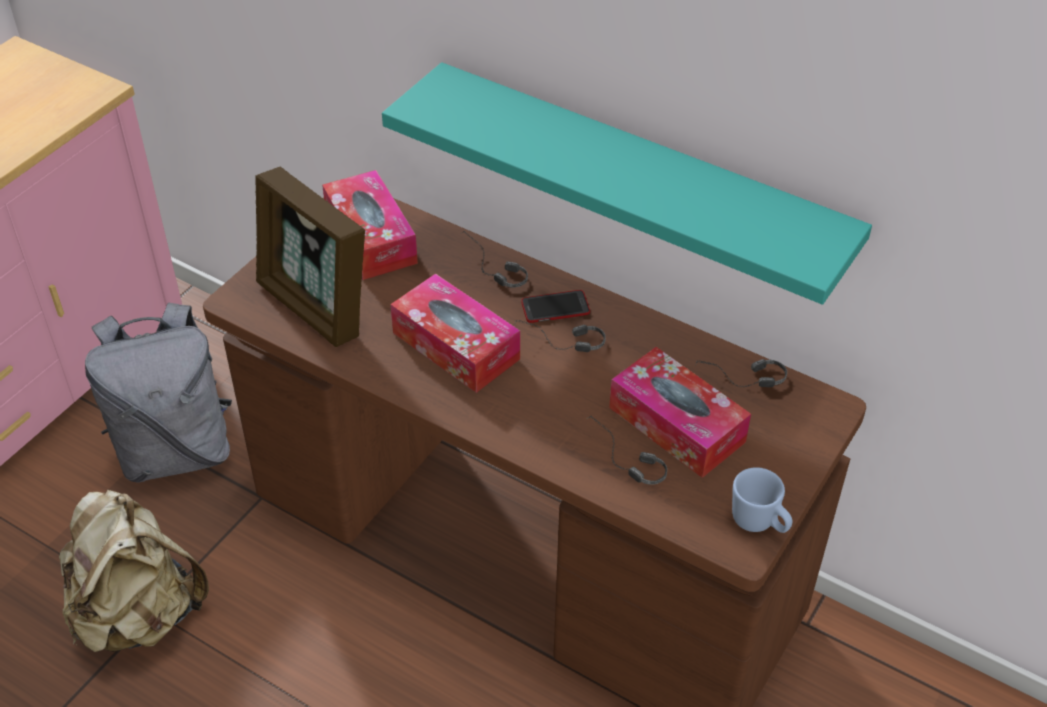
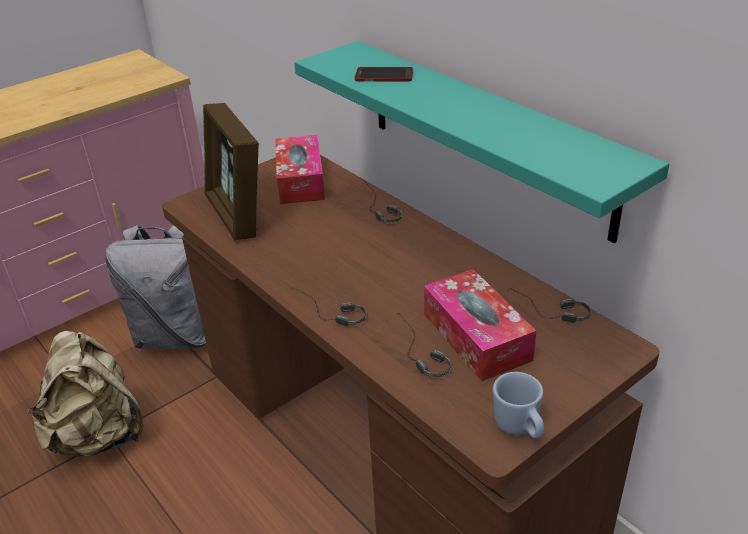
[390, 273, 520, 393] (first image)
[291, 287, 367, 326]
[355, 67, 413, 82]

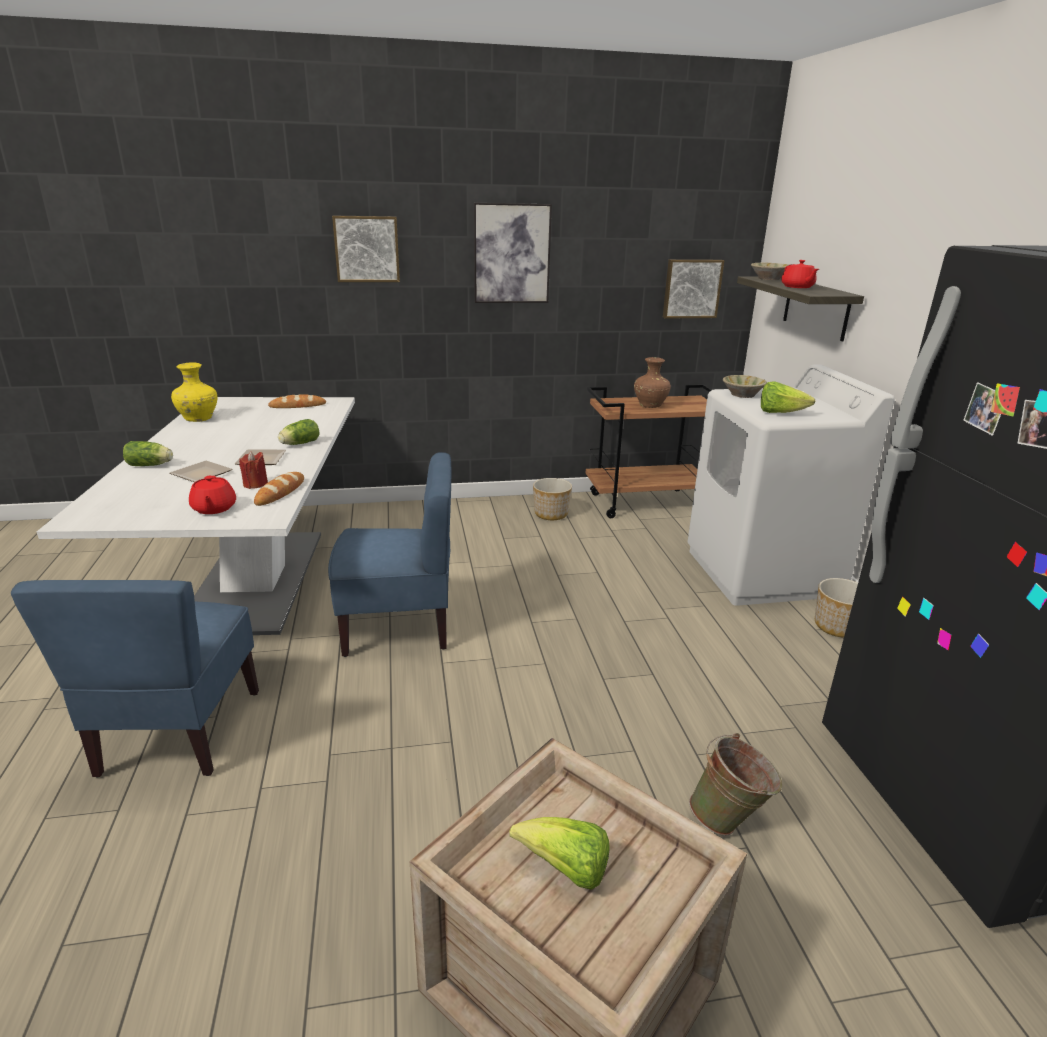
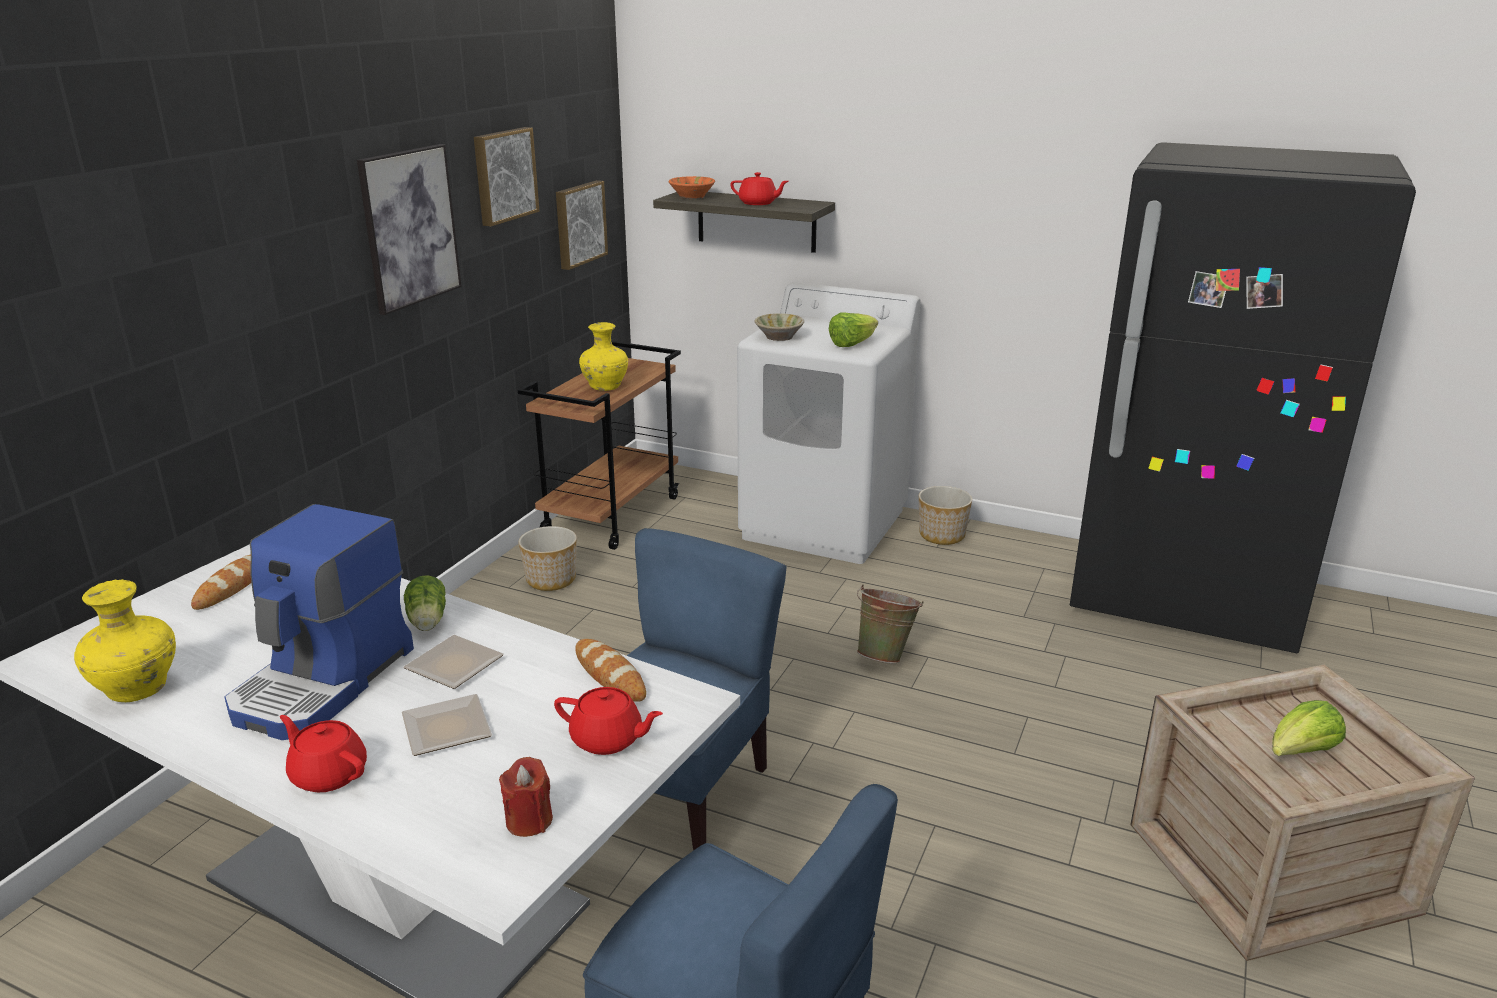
[225, 504, 414, 740]
[499, 757, 553, 837]
[474, 127, 539, 226]
[857, 585, 924, 663]
[280, 715, 367, 792]
[579, 322, 628, 391]
[668, 176, 715, 199]

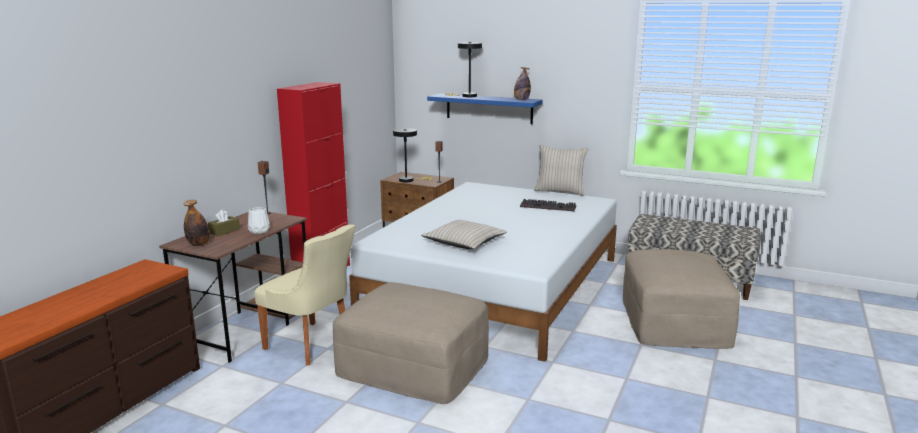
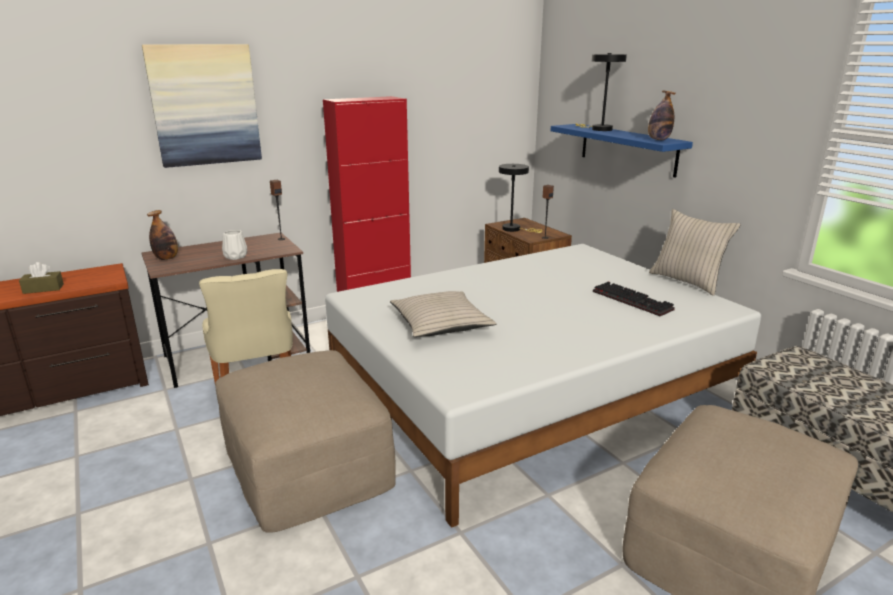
[142, 44, 262, 168]
[19, 262, 64, 294]

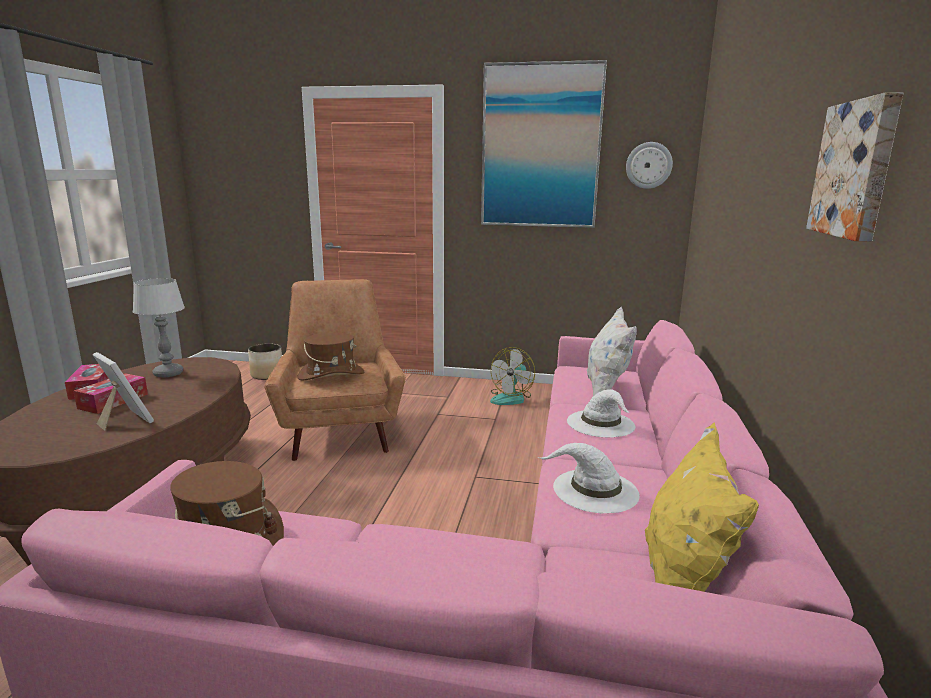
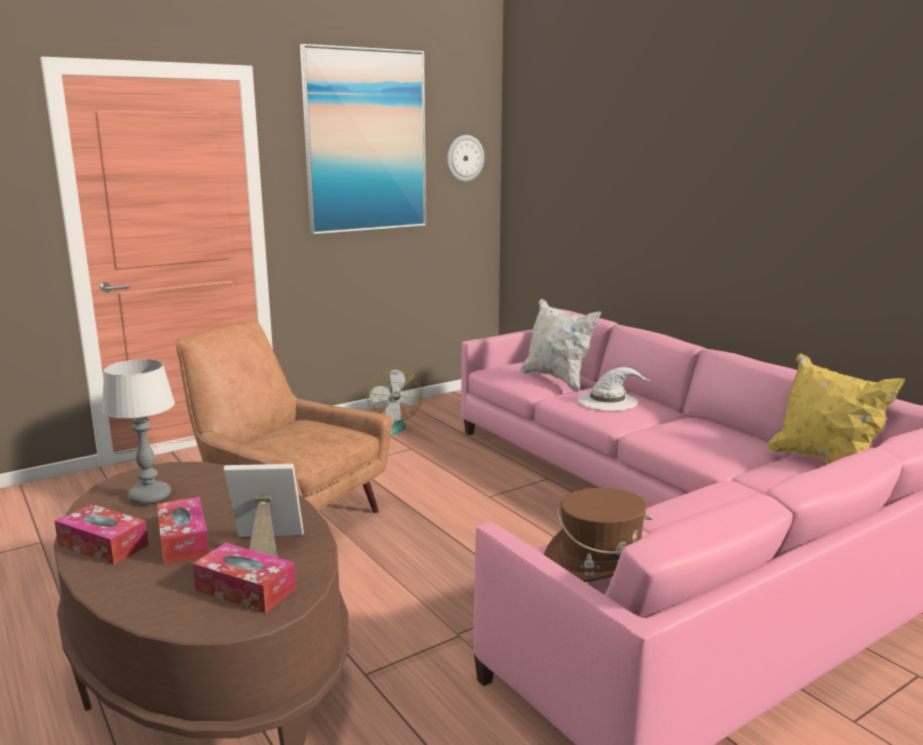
[248, 343, 282, 380] (first image)
[298, 333, 364, 381] (first image)
[538, 443, 640, 513] (first image)
[806, 92, 903, 242] (first image)
[193, 543, 296, 614]

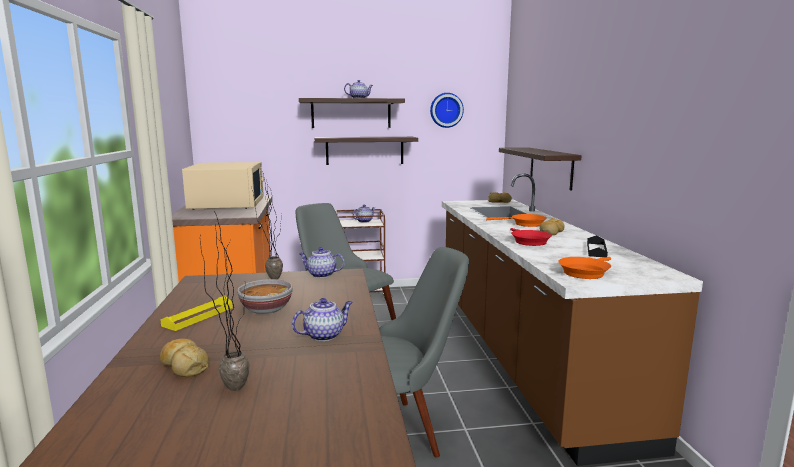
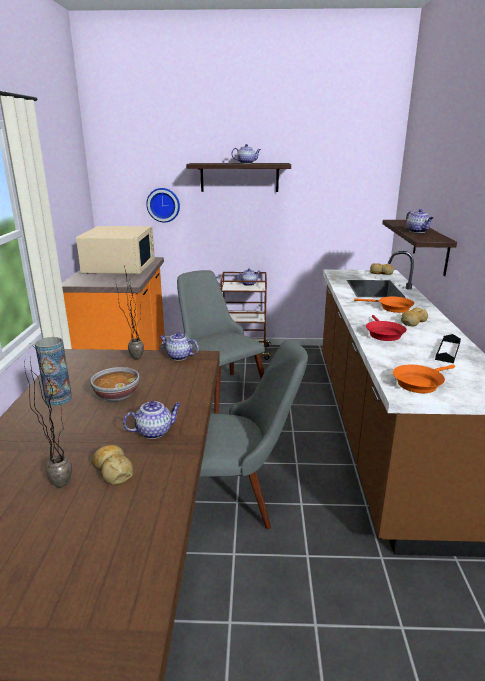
[315, 137, 418, 165] (first image)
[406, 209, 434, 233]
[92, 445, 133, 485]
[146, 188, 180, 223]
[35, 337, 72, 406]

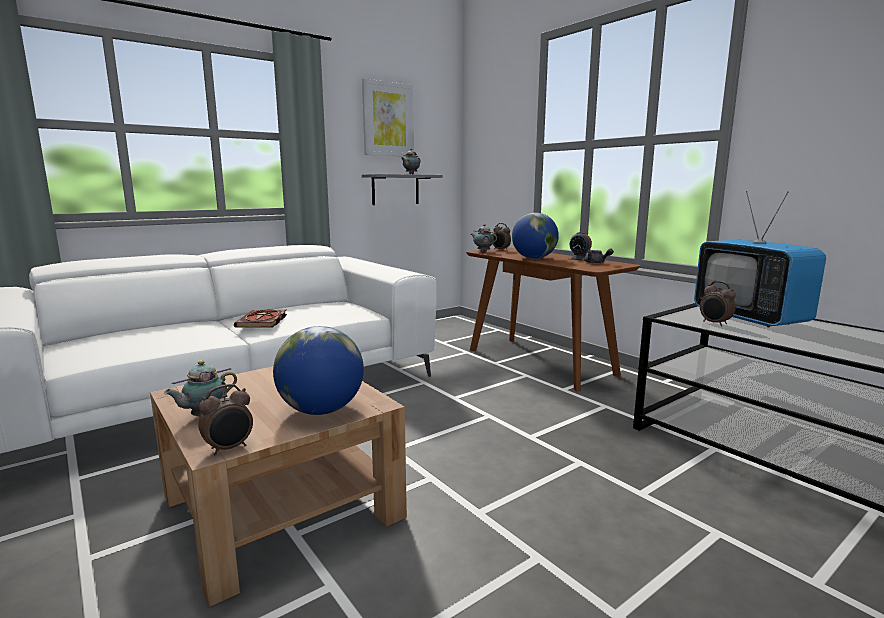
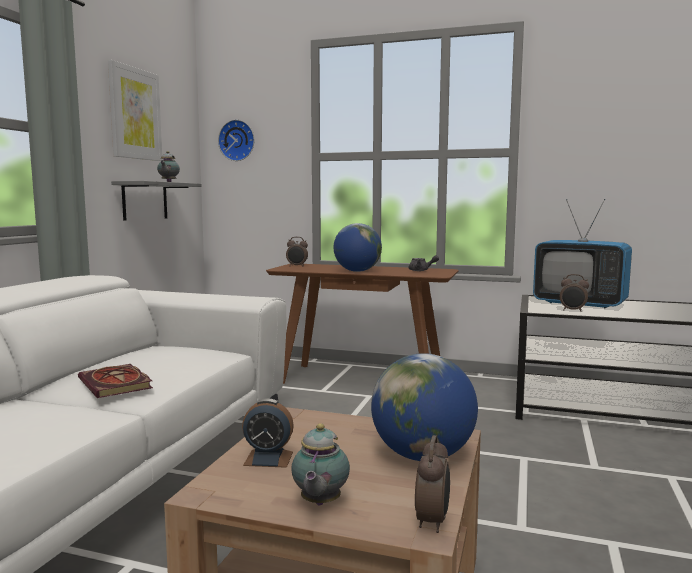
[471, 224, 497, 252] (first image)
[218, 120, 254, 161]
[242, 398, 294, 468]

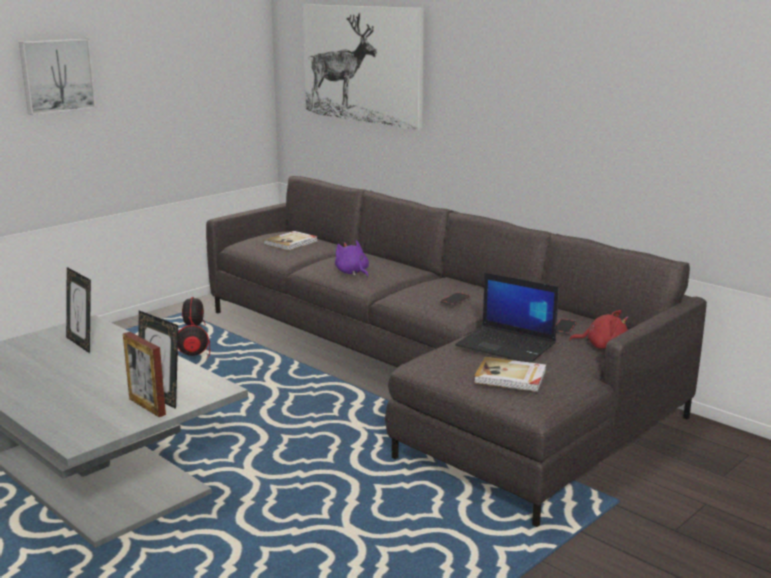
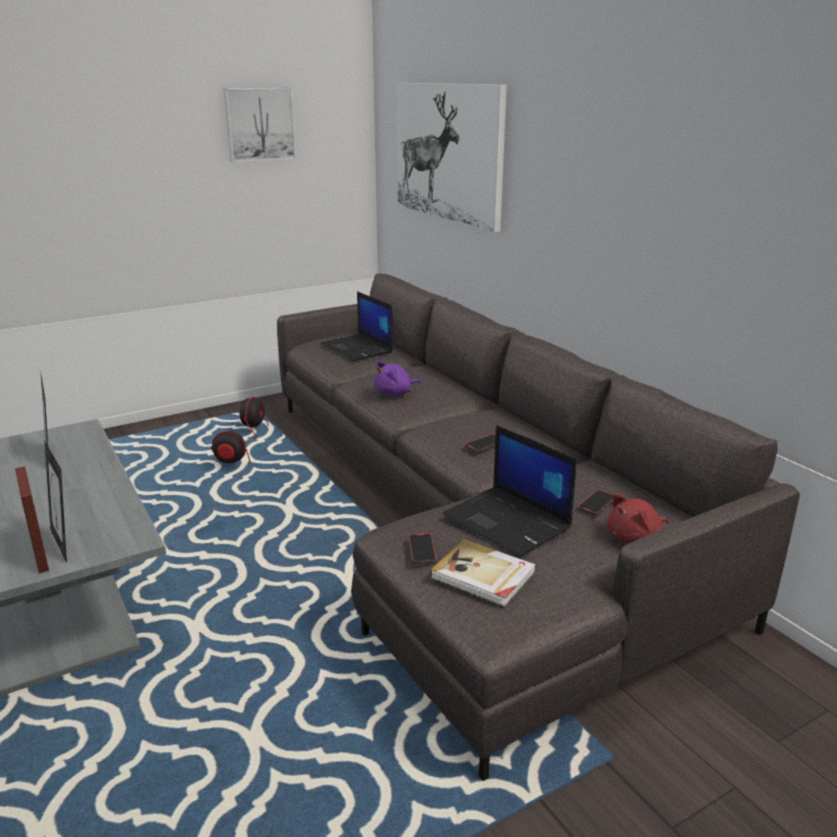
[408, 533, 437, 564]
[223, 88, 296, 162]
[320, 291, 394, 361]
[374, 360, 421, 395]
[607, 493, 669, 544]

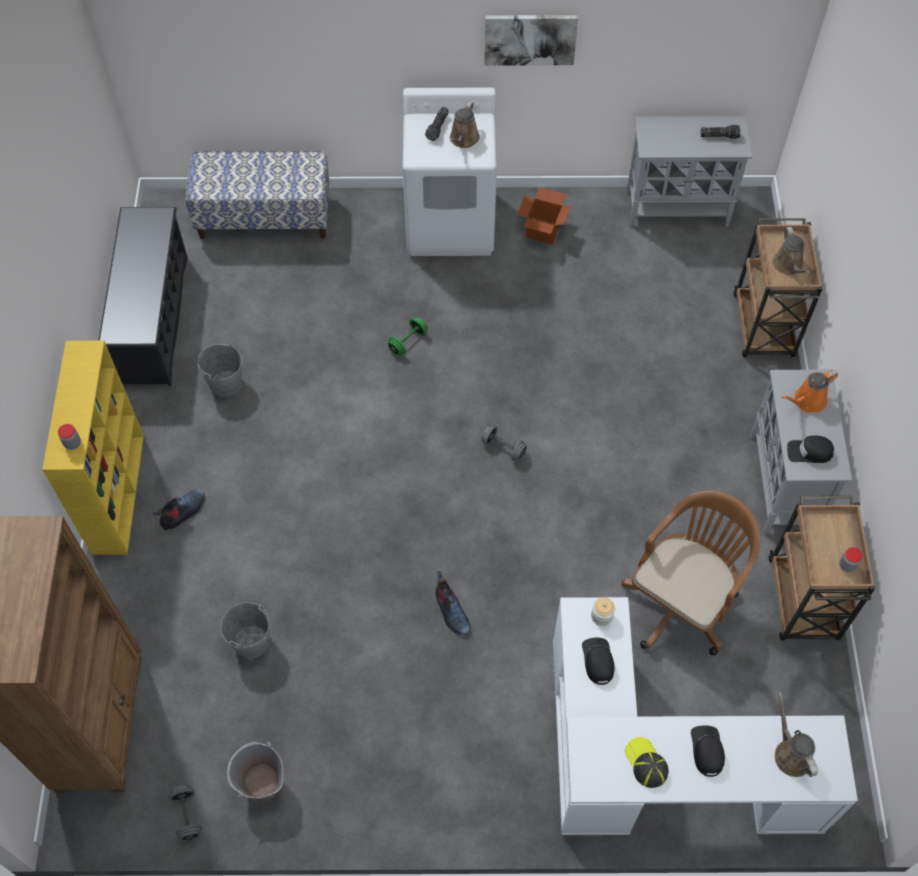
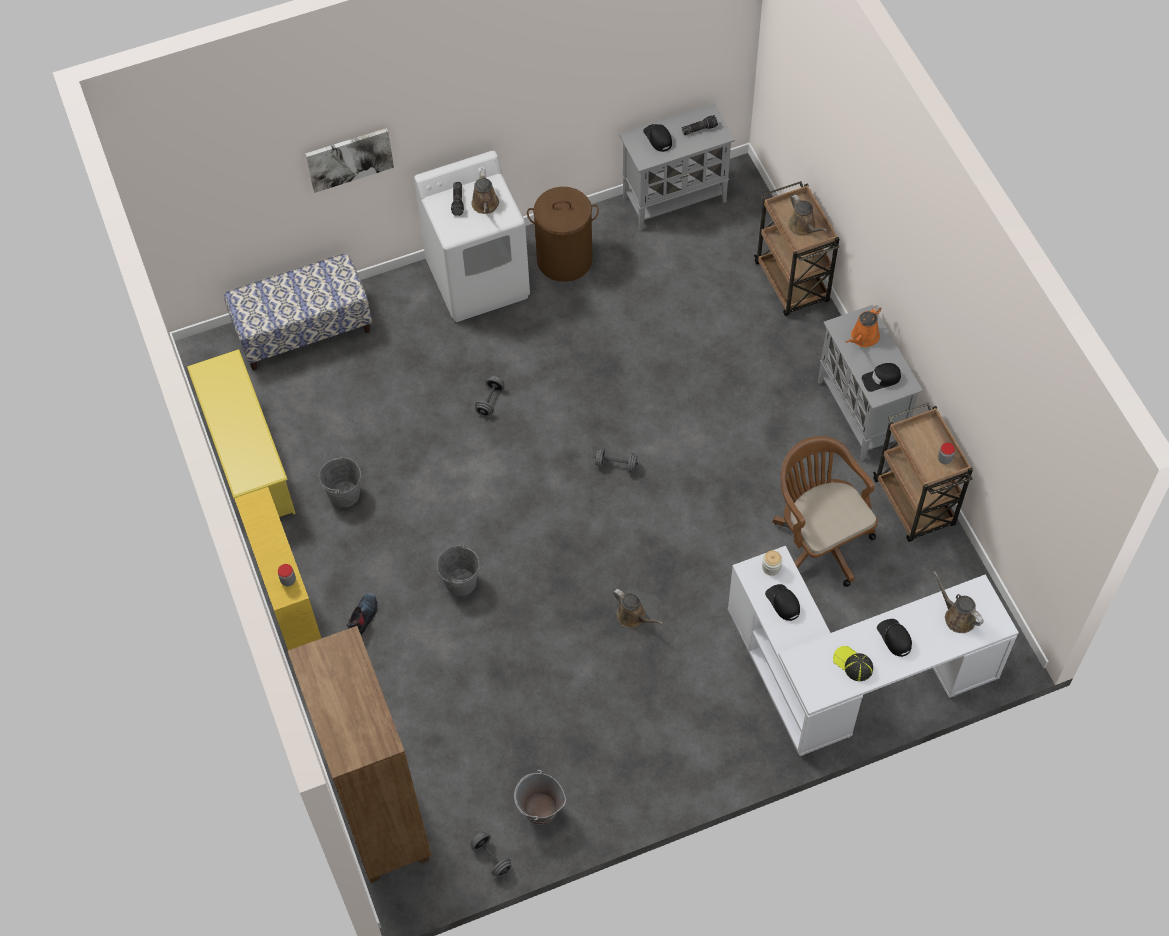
[643, 124, 672, 152]
[437, 544, 480, 596]
[305, 128, 394, 193]
[613, 589, 663, 628]
[527, 187, 599, 282]
[187, 349, 296, 517]
[475, 376, 504, 416]
[773, 436, 878, 587]

